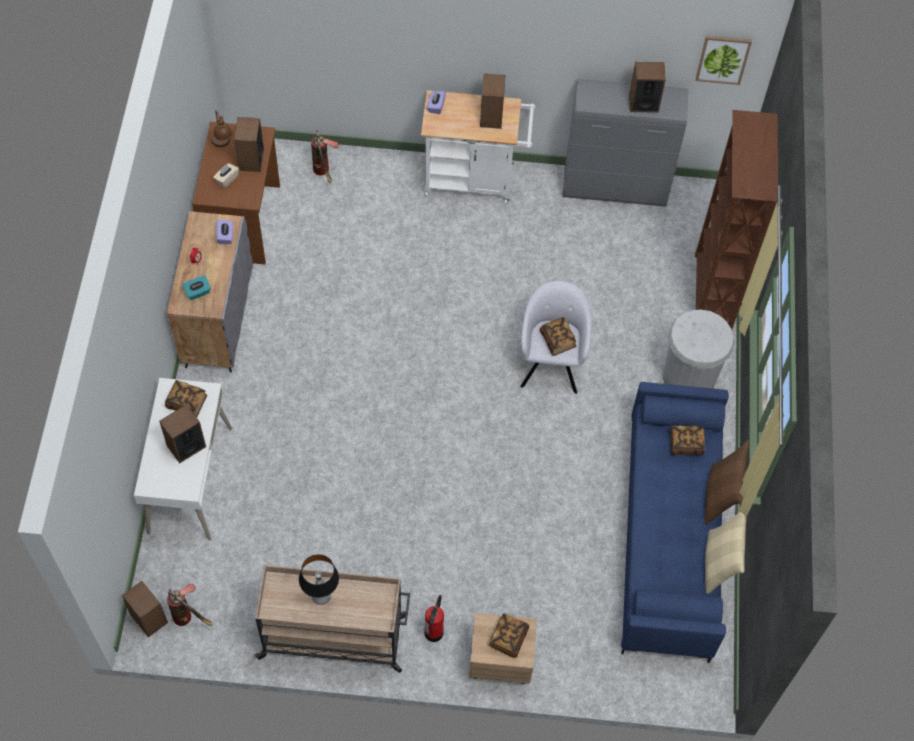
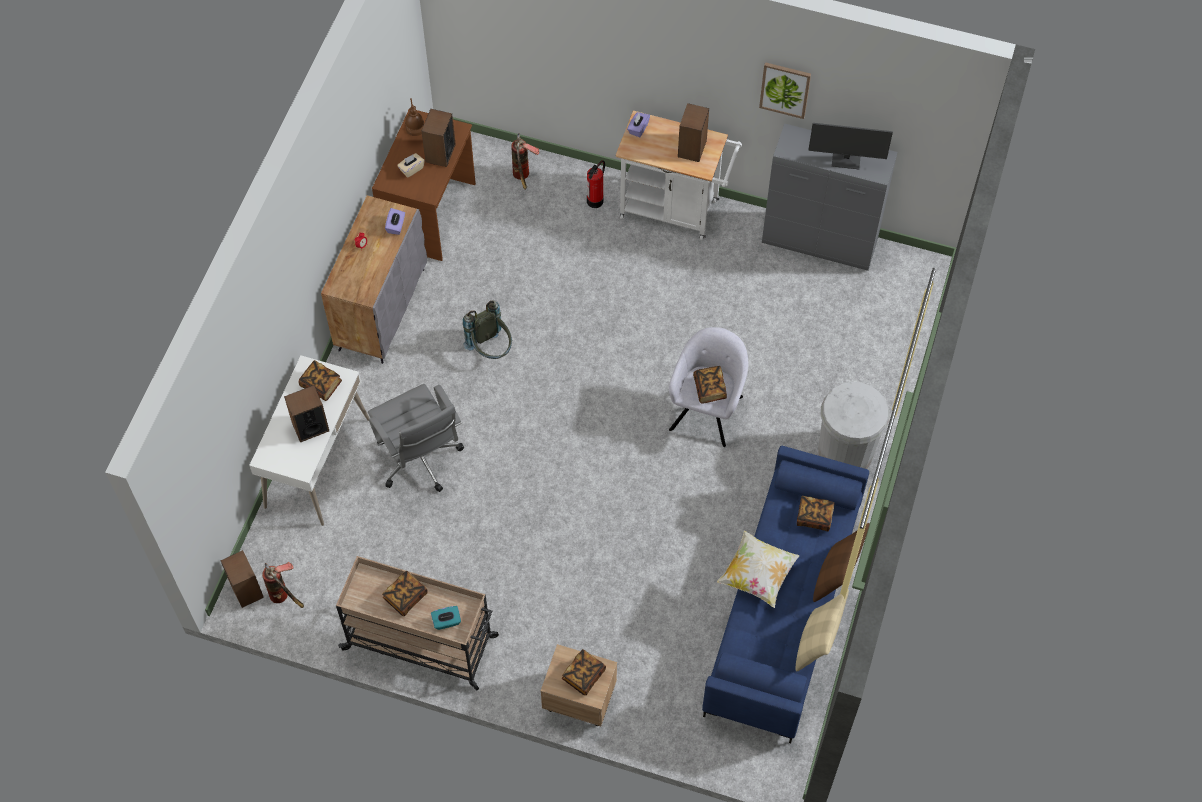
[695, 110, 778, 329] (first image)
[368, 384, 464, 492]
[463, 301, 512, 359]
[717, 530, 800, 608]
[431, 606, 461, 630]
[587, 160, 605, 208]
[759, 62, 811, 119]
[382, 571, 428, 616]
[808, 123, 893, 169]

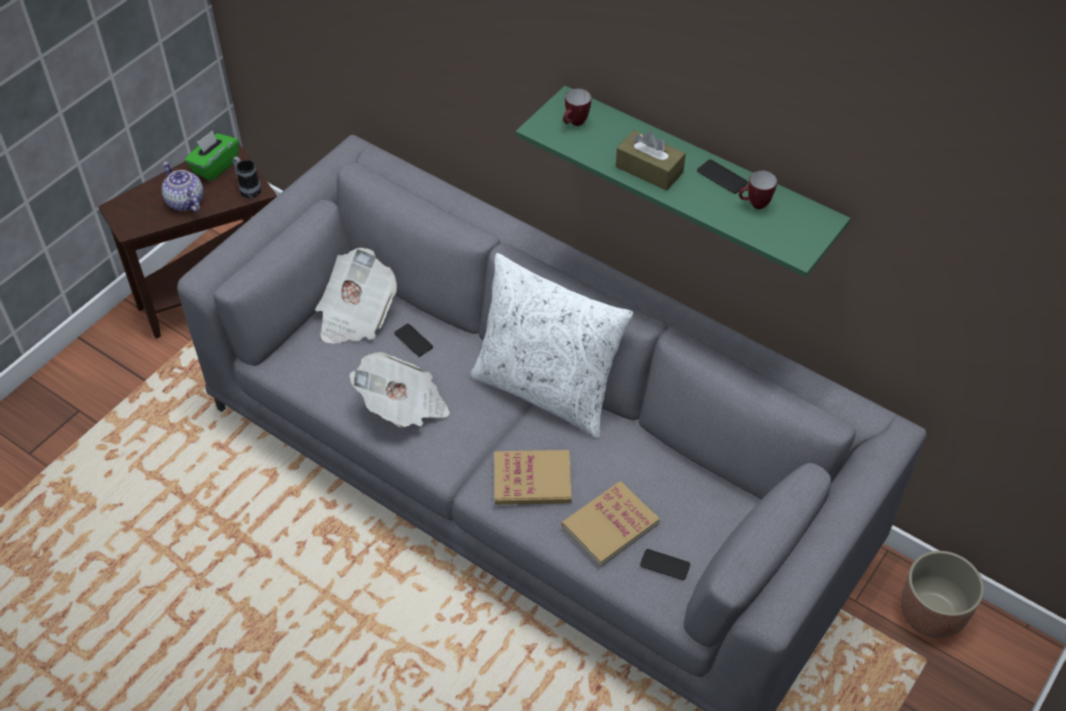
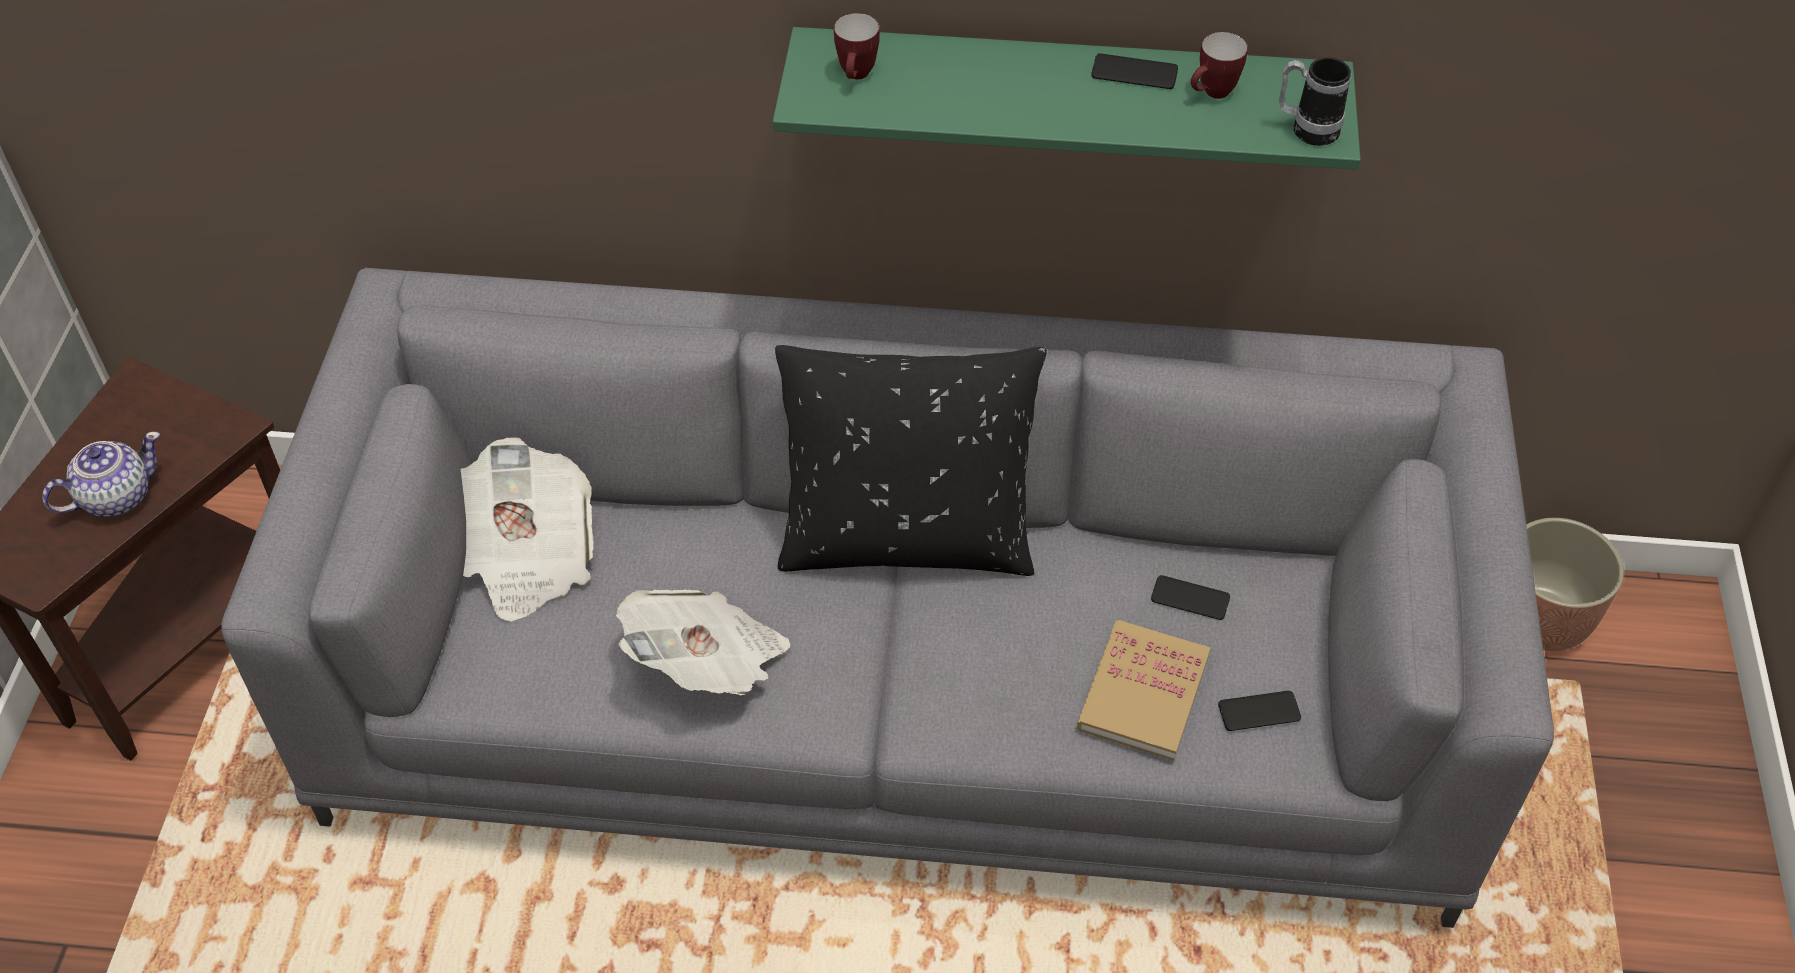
[185, 130, 239, 181] (first image)
[494, 450, 572, 505] (first image)
[616, 130, 686, 191] (first image)
[1279, 57, 1351, 146]
[1151, 575, 1230, 620]
[775, 345, 1047, 576]
[42, 431, 160, 517]

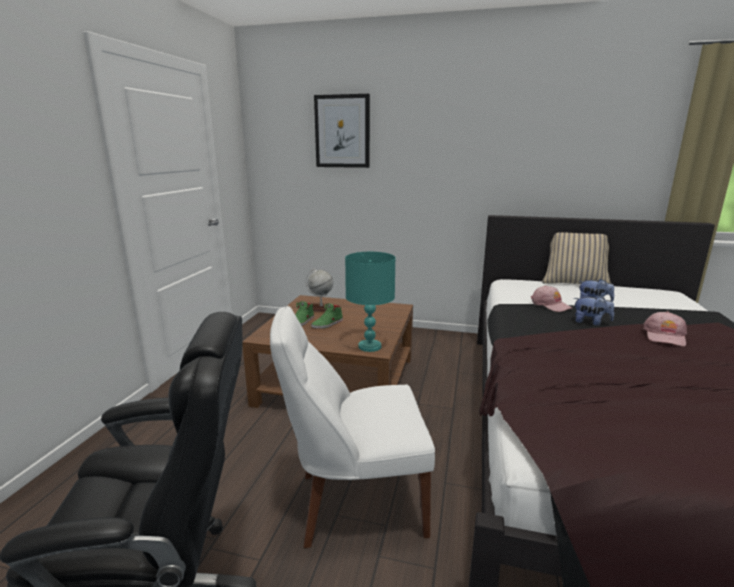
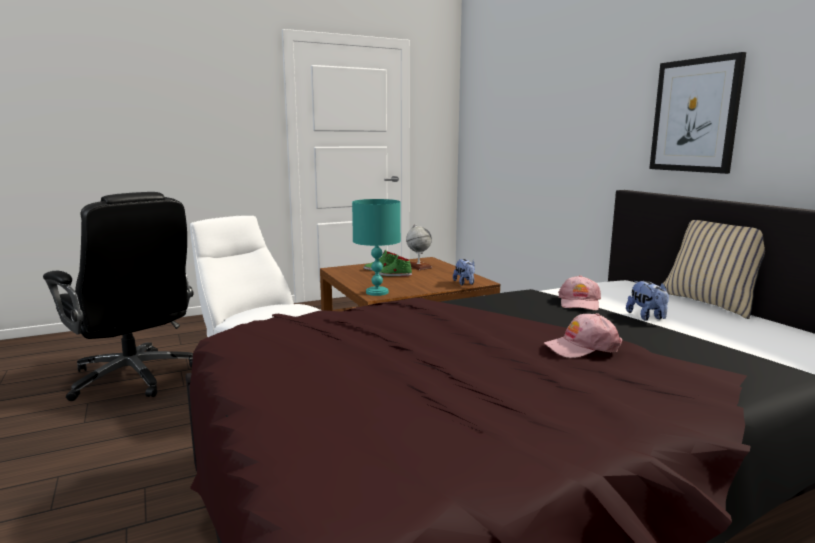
[649, 52, 746, 174]
[453, 259, 475, 286]

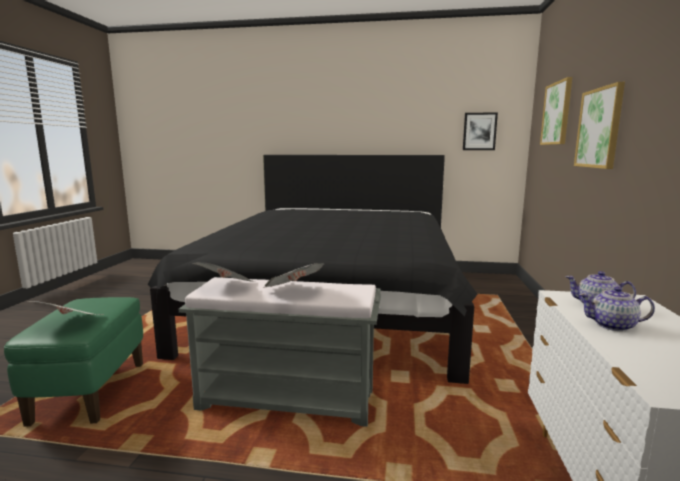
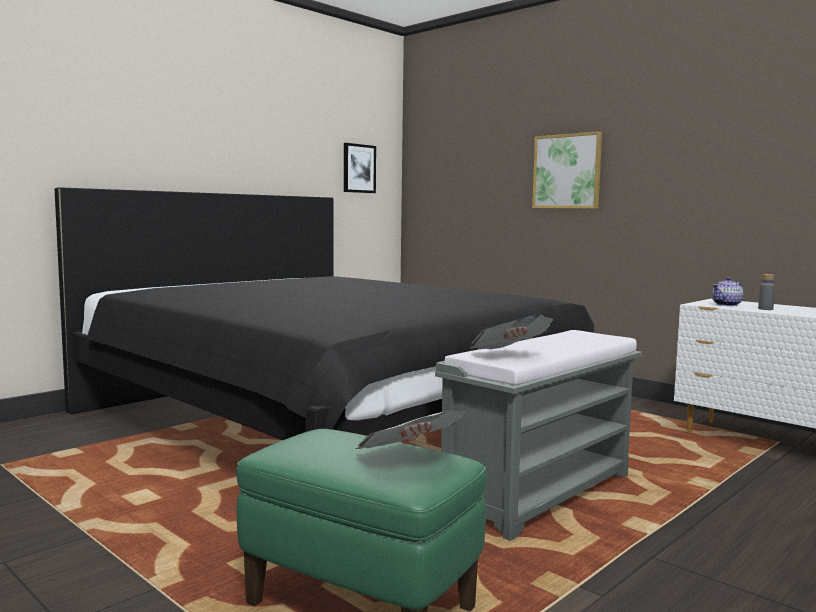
[264, 263, 324, 288] (first image)
[540, 77, 572, 145] (first image)
[758, 274, 775, 310]

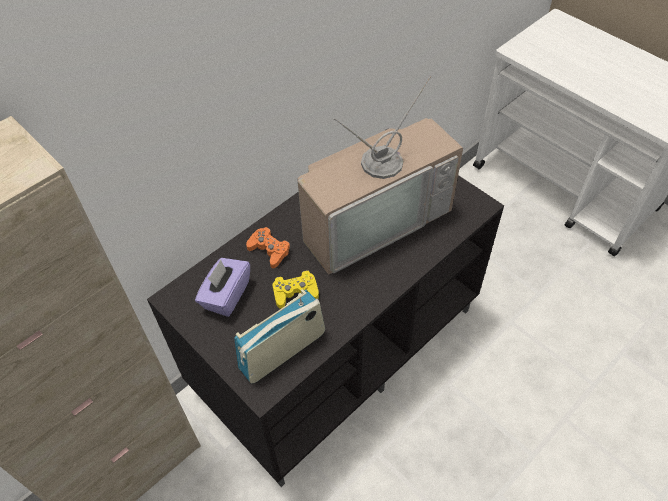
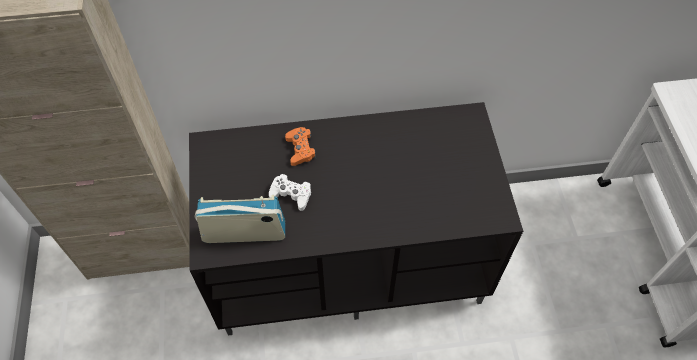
[195, 258, 250, 317] (first image)
[297, 76, 463, 274] (first image)
[269, 174, 311, 211]

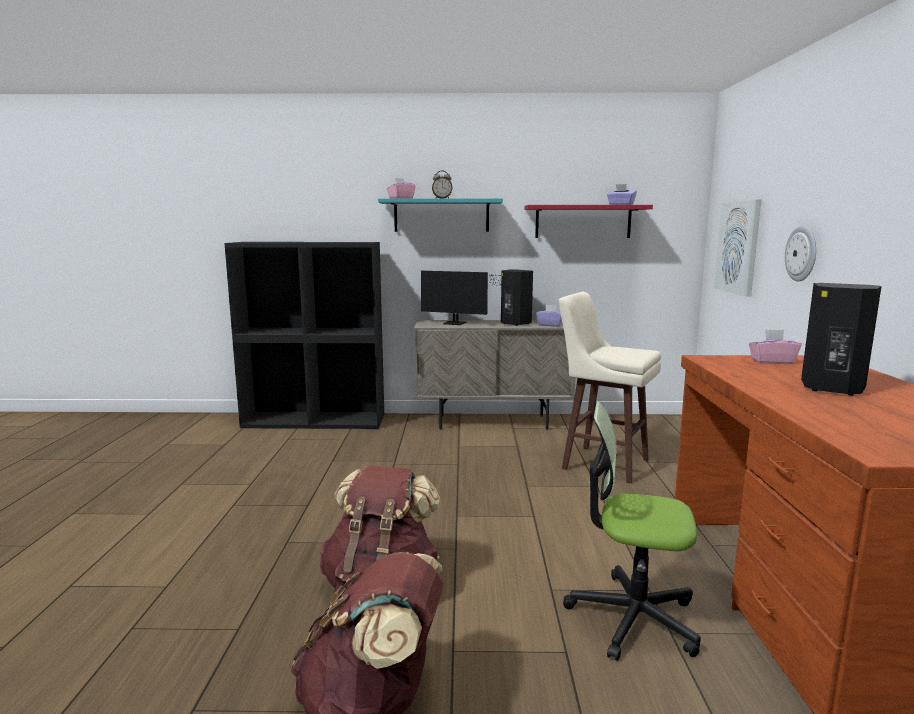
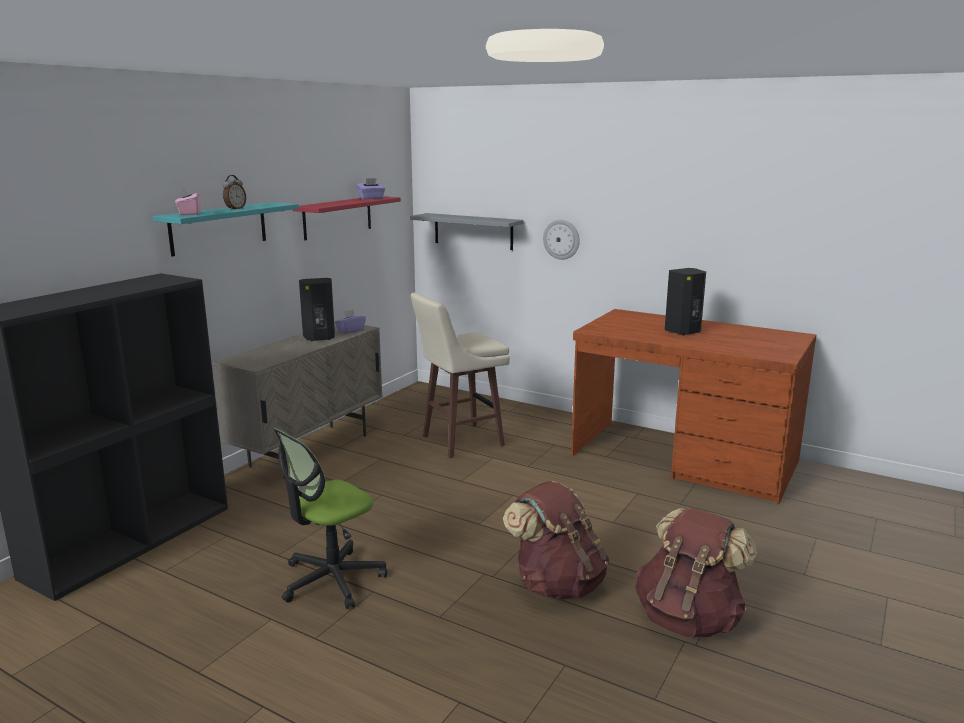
[421, 271, 509, 325] (first image)
[749, 329, 802, 364] (first image)
[273, 428, 387, 609]
[410, 213, 524, 250]

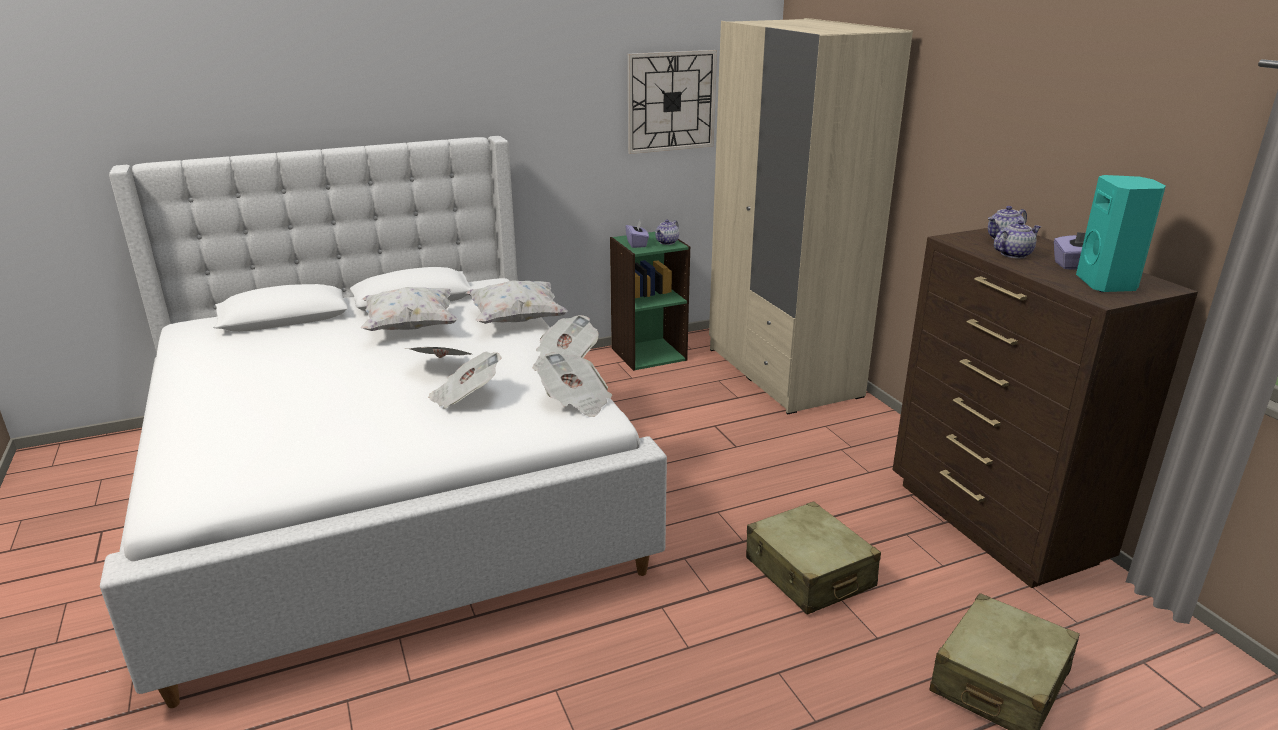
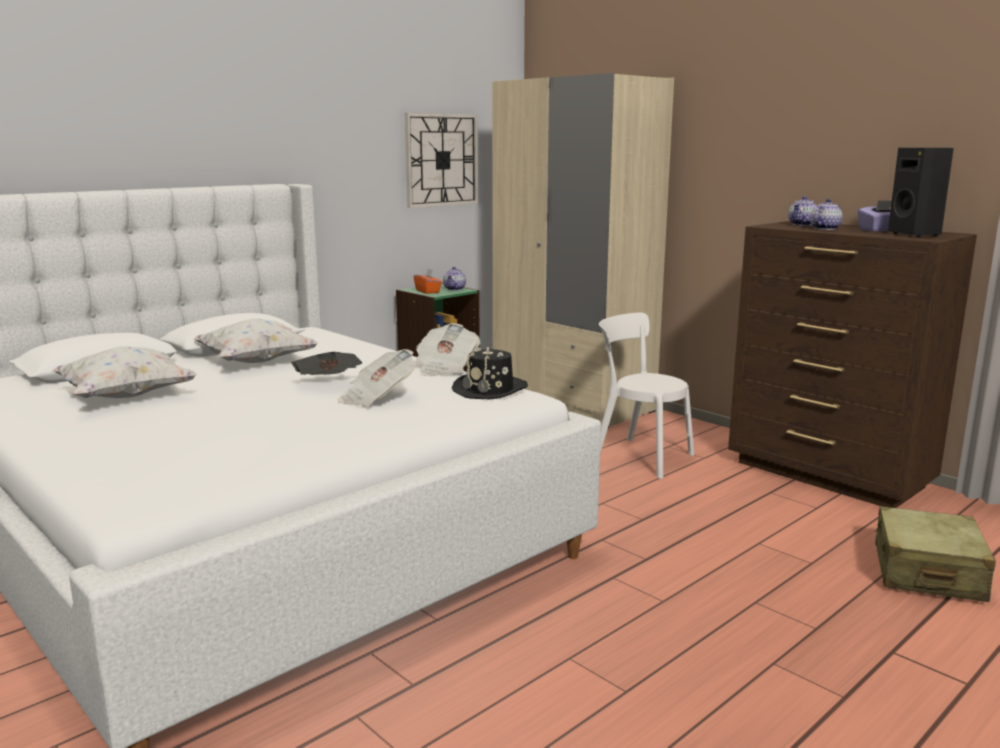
[746, 501, 881, 615] (first image)
[599, 313, 694, 479]
[52, 346, 197, 398]
[452, 346, 528, 399]
[414, 268, 442, 294]
[888, 148, 954, 237]

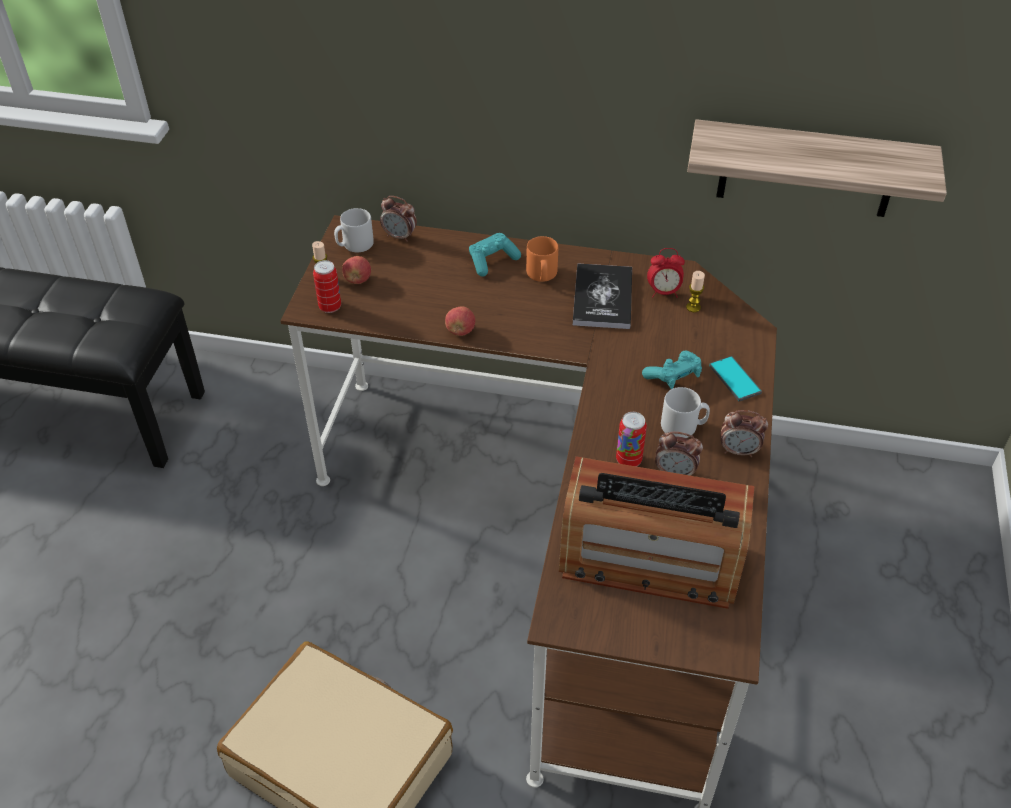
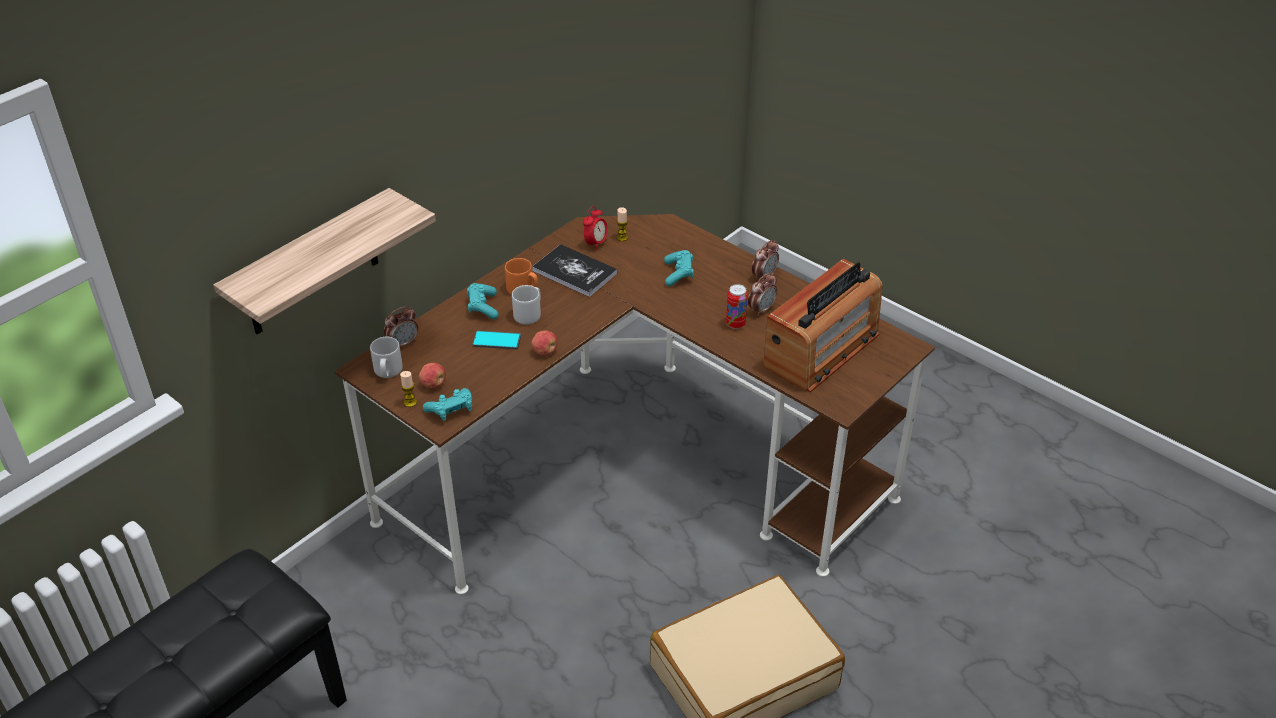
[512, 285, 541, 325]
[214, 188, 436, 334]
[473, 331, 521, 349]
[423, 388, 472, 421]

